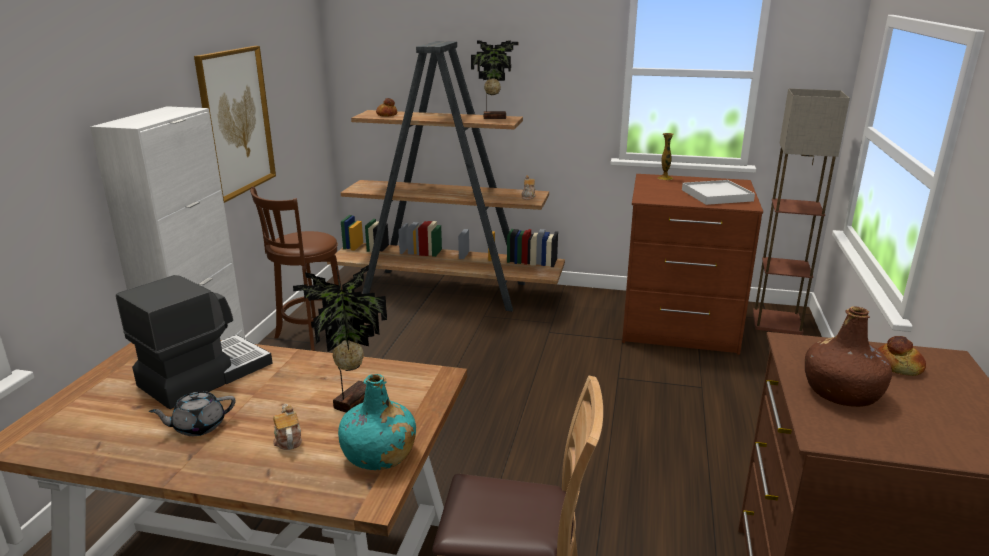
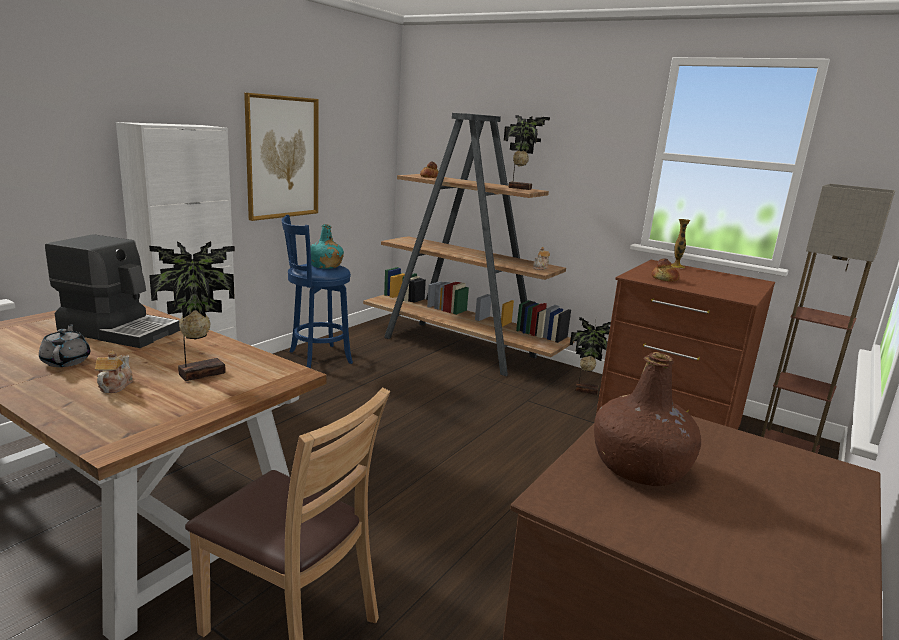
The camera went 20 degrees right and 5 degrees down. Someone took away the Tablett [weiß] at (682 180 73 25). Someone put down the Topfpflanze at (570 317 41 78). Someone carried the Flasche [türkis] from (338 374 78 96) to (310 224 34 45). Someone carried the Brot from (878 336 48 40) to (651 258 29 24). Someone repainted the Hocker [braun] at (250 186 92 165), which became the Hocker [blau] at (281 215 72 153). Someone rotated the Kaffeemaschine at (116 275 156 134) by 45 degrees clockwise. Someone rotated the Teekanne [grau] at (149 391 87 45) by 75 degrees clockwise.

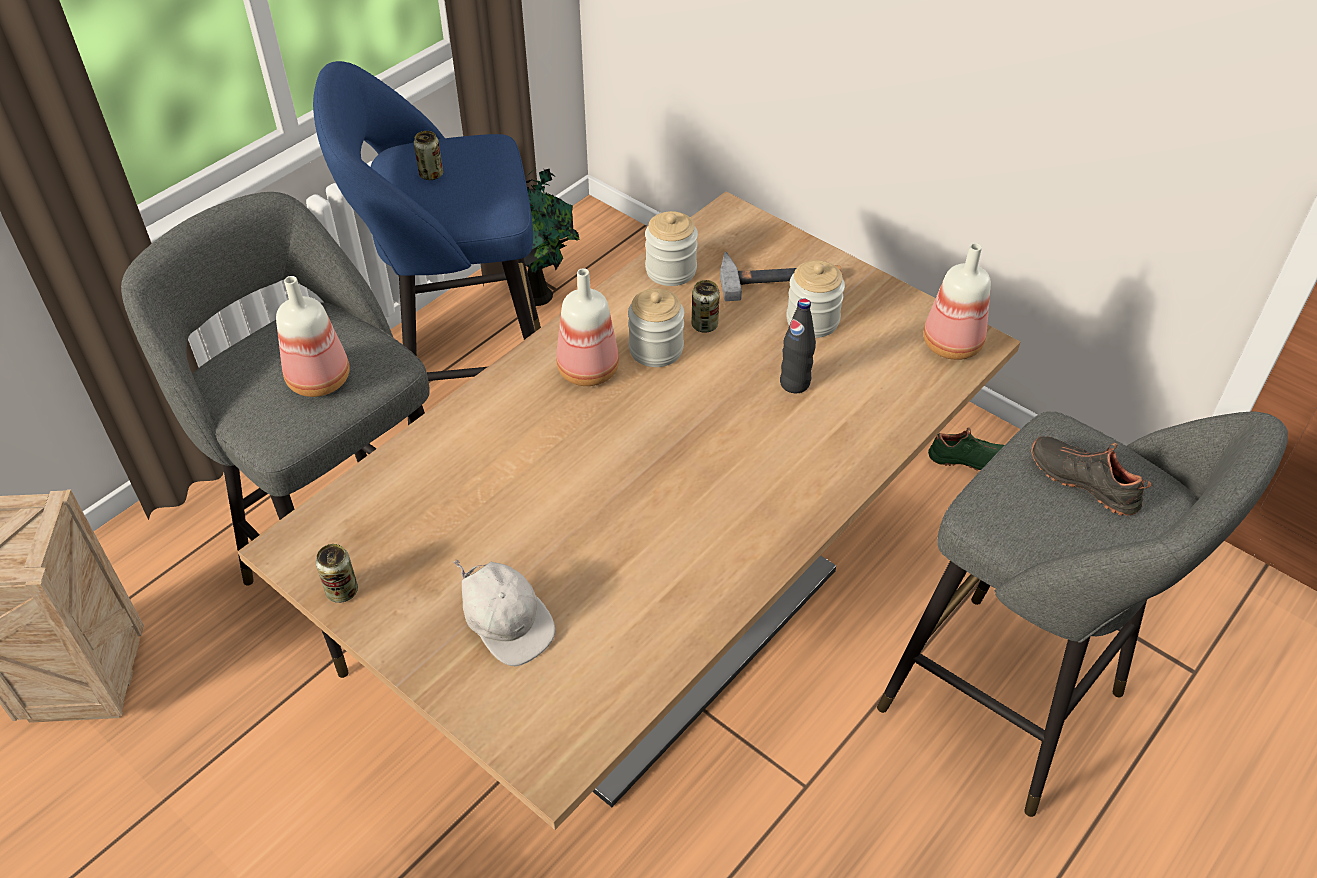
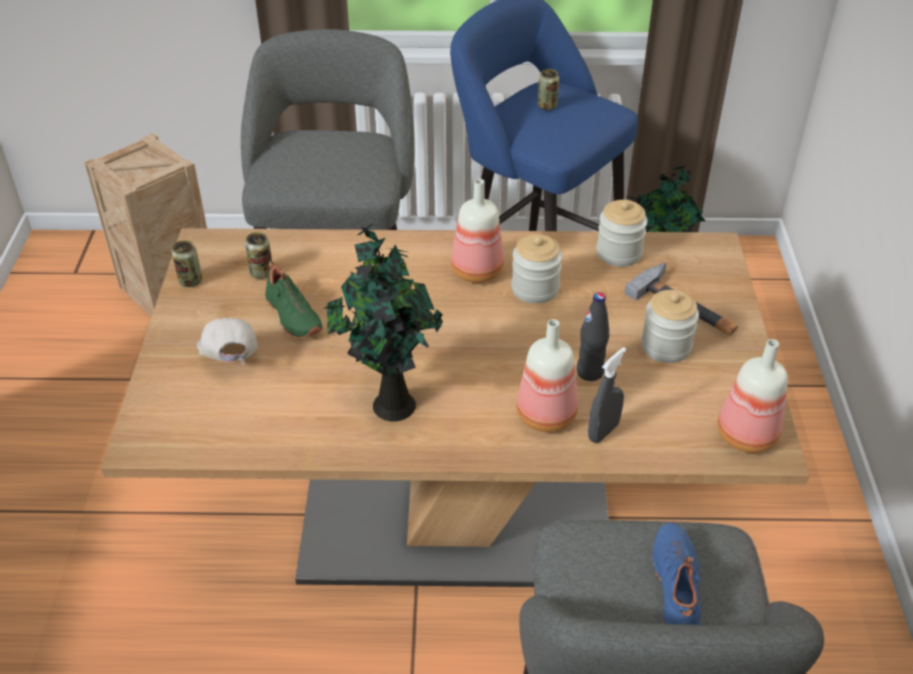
The camera went 50 degrees right and 5 degrees down. Someone put down the Topfpflanze at (325 224 118 197). Someone put down the Sprühflasche [grau] at (588 347 38 96). Someone carried the Flasche from (276 276 74 121) to (516 319 62 113). Someone carried the Dose from (691 280 29 53) to (245 232 27 47). Someone carried the Schuh [grün] from (928 428 76 42) to (265 261 57 76). Someone repainted the Schuh [schwarz] at (1031 436 120 80), which became the Schuh [blau] at (652 522 49 103). Someone rotated the Kappe [weiß] at (453 559 102 108) by 150 degrees clockwise.

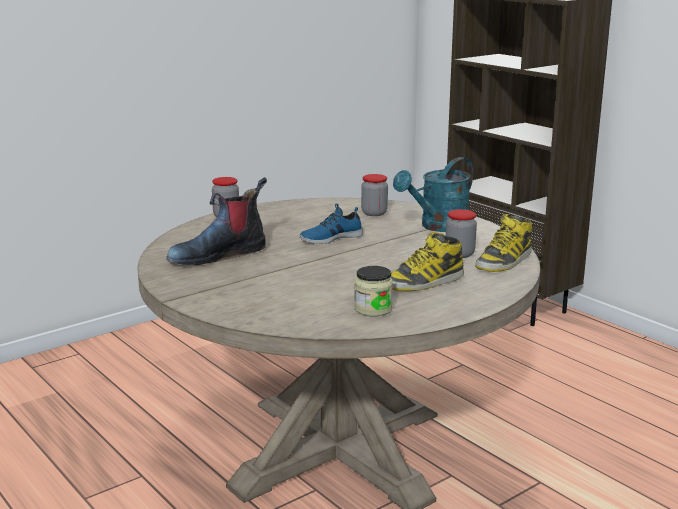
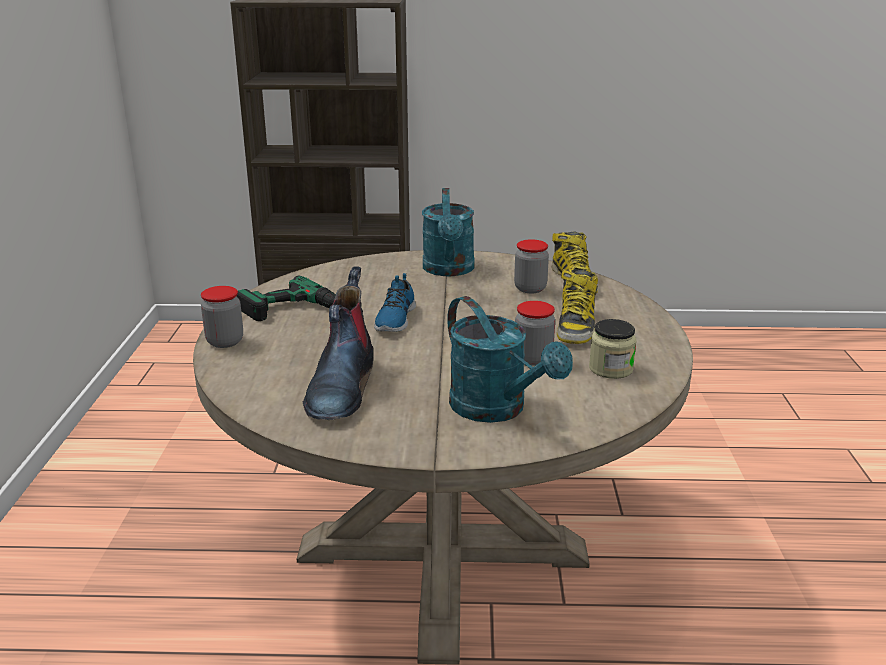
The camera went 50 degrees left and 5 degrees up. Someone put down the Bohrmaschine at (236 276 100 45). Someone put down the Gießkanne [türkis] at (447 296 126 127). Someone carried the Vorratsglas from (361 174 27 42) to (515 301 40 65).

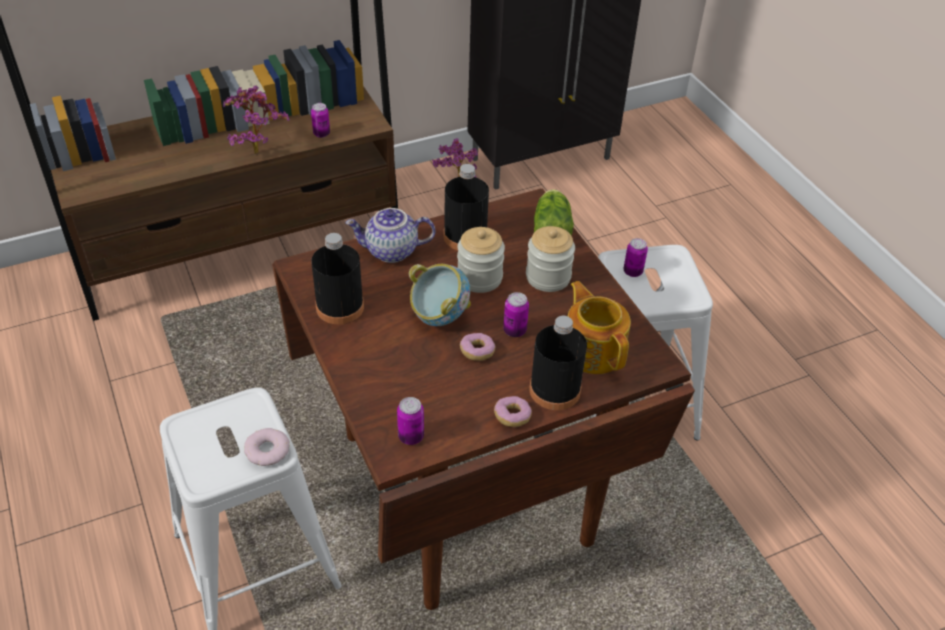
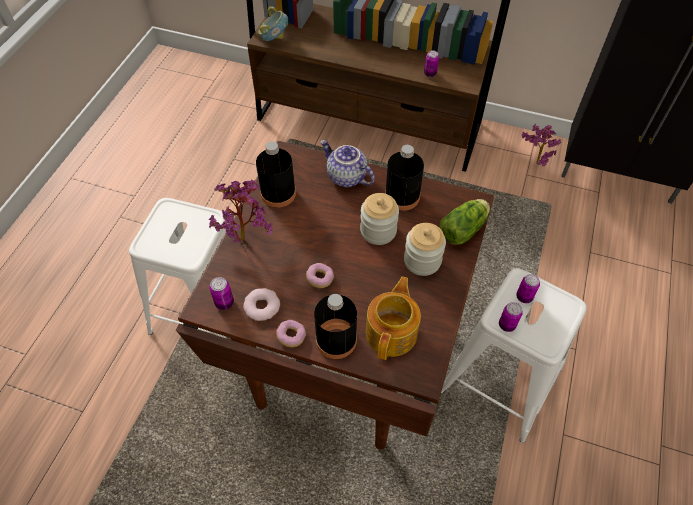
The camera went 45 degrees right and 10 degrees up. Someone carried the Topfpflanze from (223 86 66 69) to (209 179 64 64). Someone carried the Donut from (244 428 45 38) to (243 288 37 33). Someone carried the Schüssel from (409 264 62 62) to (258 6 30 35). Someone carried the Dose from (503 292 26 45) to (499 302 24 30).

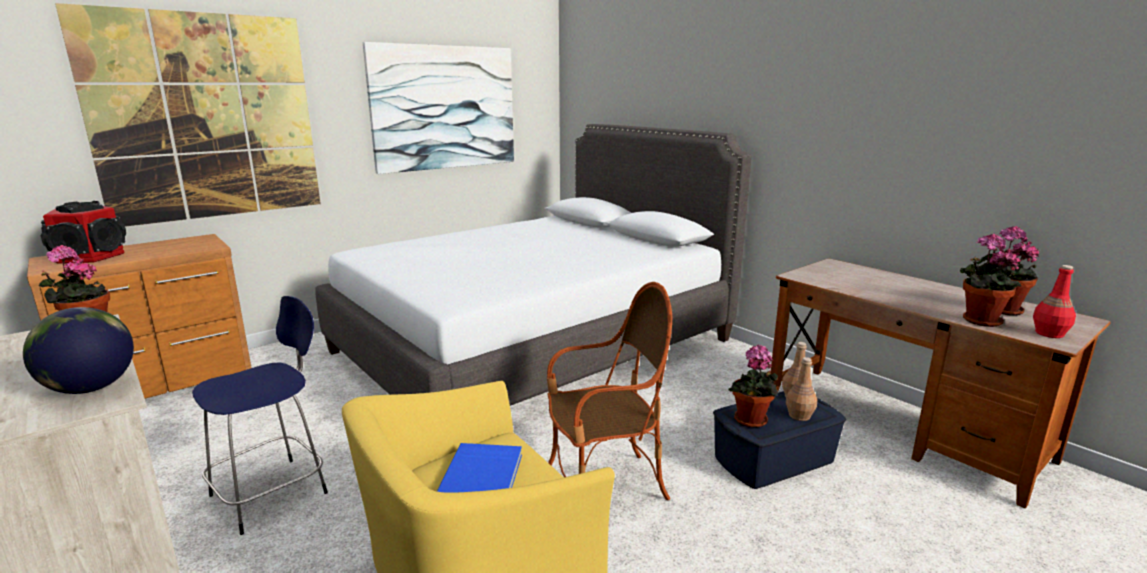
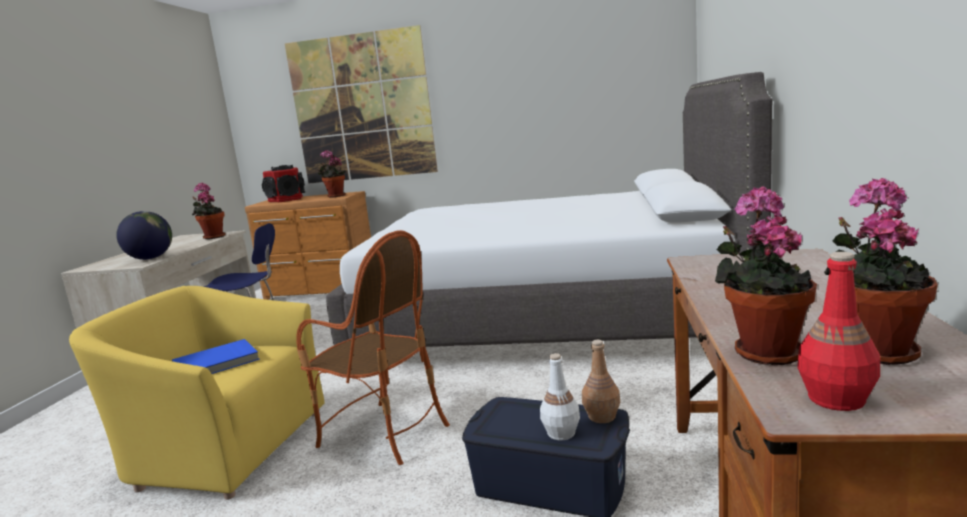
The camera went 50 degrees right and 5 degrees down. Someone took away the Bild at (363 42 151 132). Someone carried the Topfpflanze from (728 345 50 82) to (318 150 28 48). Someone repainted the Flasche [braun] at (786 357 31 64), which became the Flasche [weiß] at (540 353 40 87).

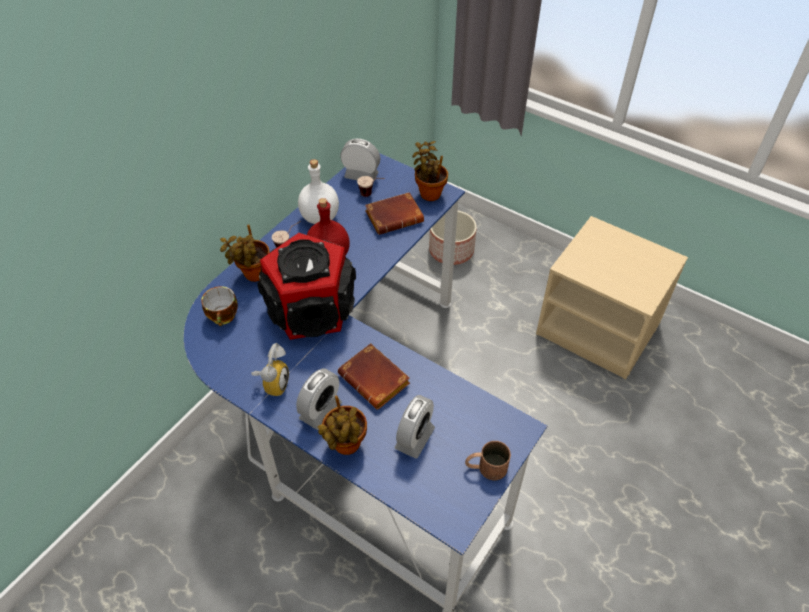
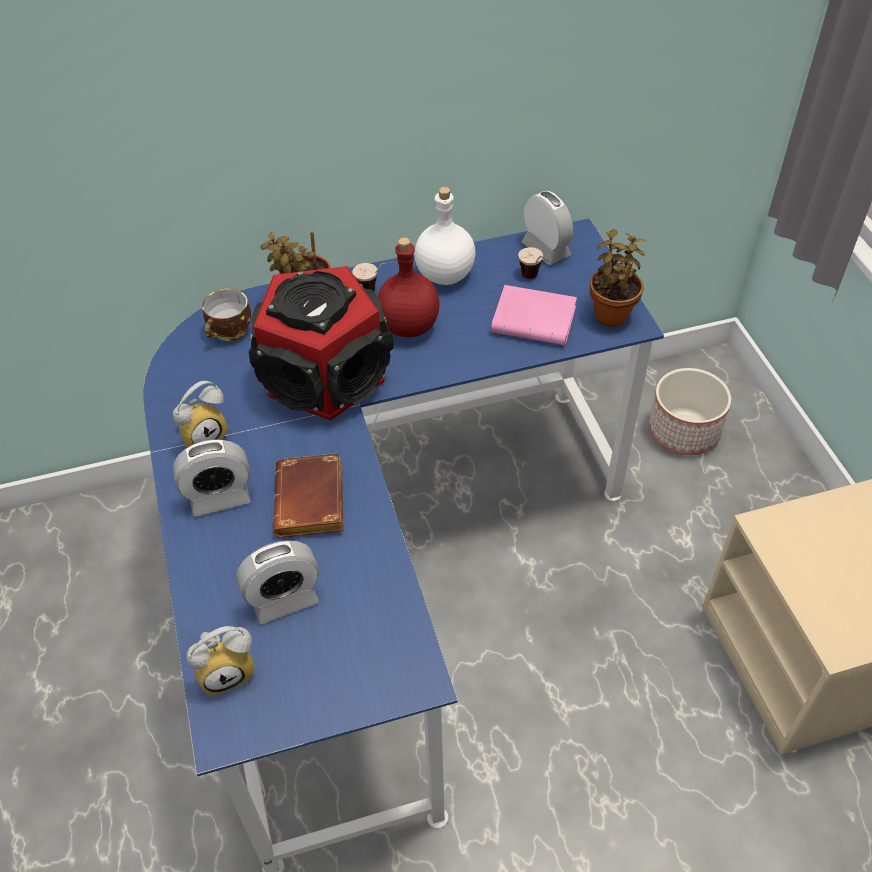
The camera went 40 degrees right and 0 degrees up. Someone took away the Topfpflanze at (318 395 49 60). Someone took away the Henkelbecher [braun] at (465 441 46 39). Someone put down the Wecker at (186 626 69 69). Someone repainted the Buch [braun] at (365 192 59 43), which became the Buch [rosa] at (491 285 86 60).

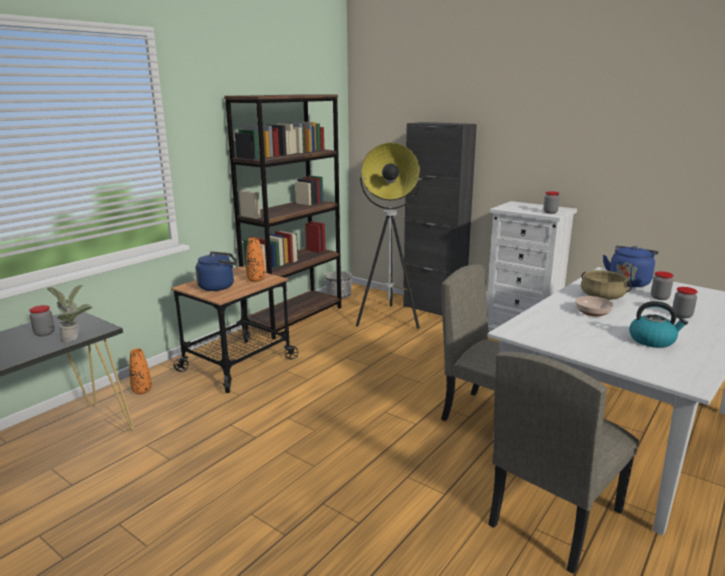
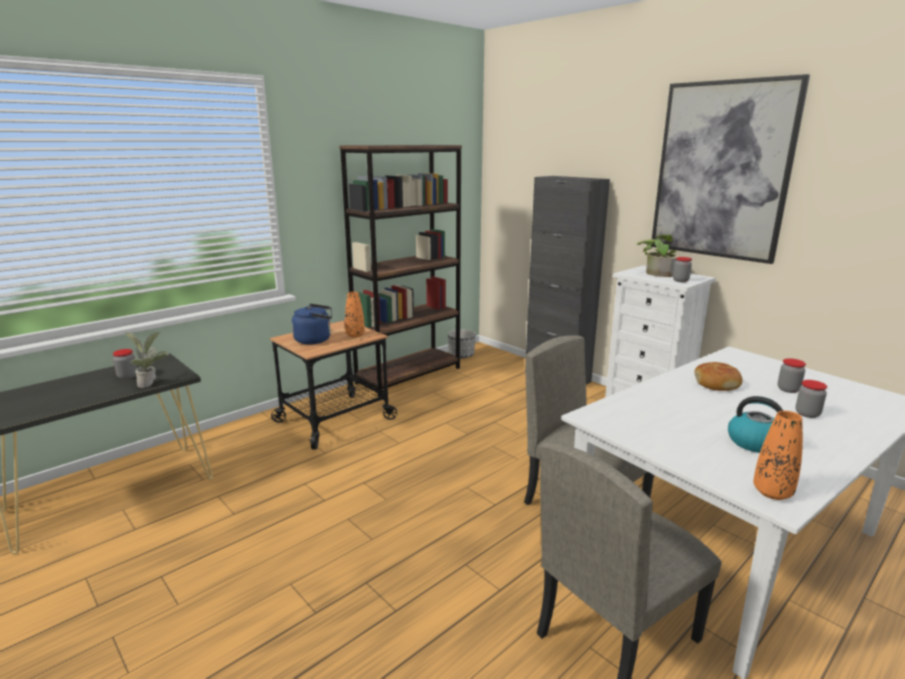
The camera went 10 degrees right and 0 degrees up. Someone took away the Stehlampe at (356 143 66 186). Someone took away the Schüssel at (575 296 39 21). Someone took away the Wasserkessel [blau] at (603 246 56 41). Someone put down the Topfpflanze at (637 235 43 42). Someone put up the Bild at (651 74 159 190). Someone carried the Vase [orange] from (129 348 23 46) to (753 411 50 89). Someone swapped the Kochtopf [beige] at (581 270 51 30) for the Brot at (695 362 48 29).

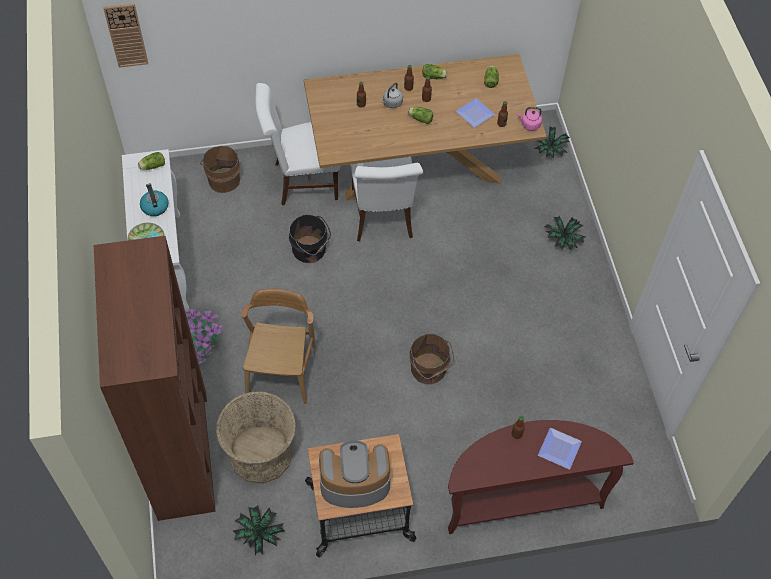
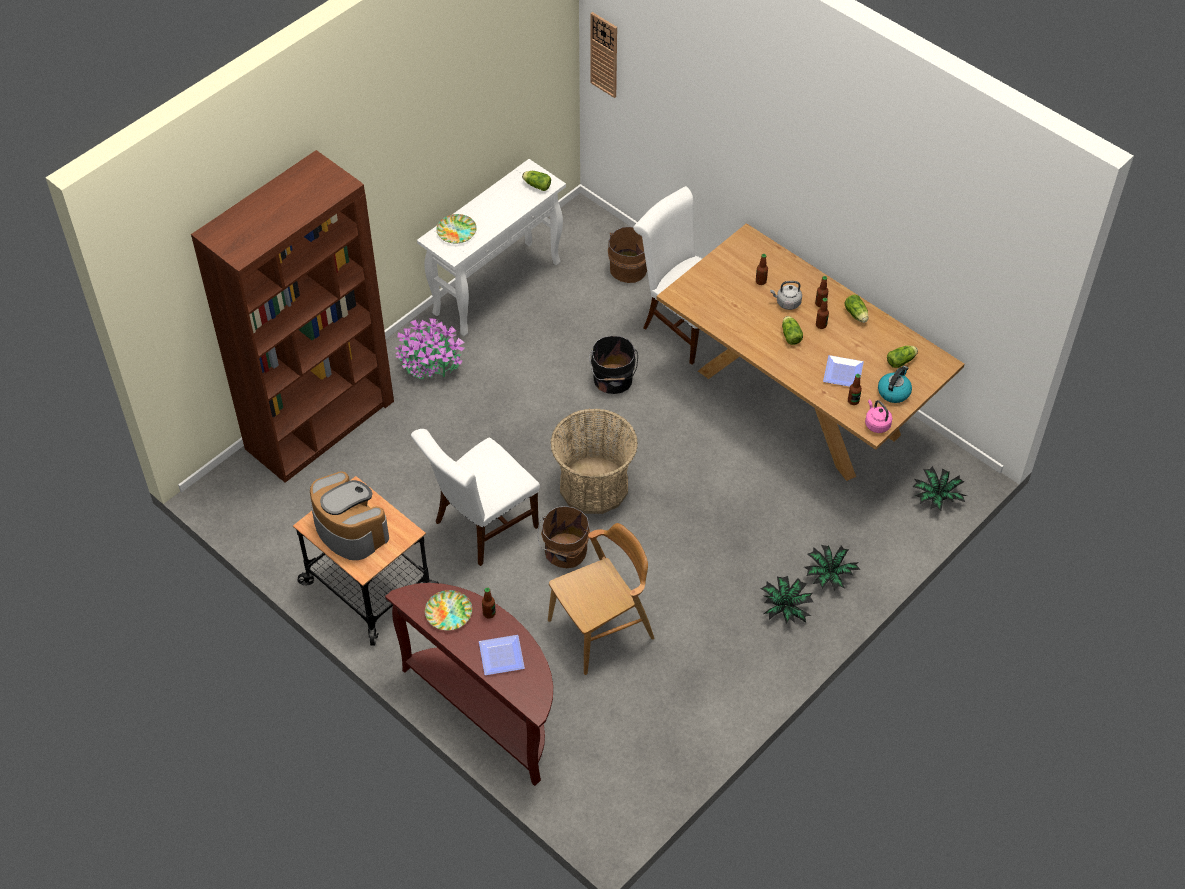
The camera went 55 degrees right and 5 degrees down. Someone put down the Teller at (425 590 47 40). Someone carried the Wasserkessel from (140 184 29 32) to (878 366 34 37). Someone carried the Korb from (216 391 80 93) to (550 408 88 106). Someone carried the Topfpflanze from (233 505 52 50) to (761 576 52 48). Someone carried the Stuhl [braun] from (241 288 74 116) to (548 523 106 152). Someone carried the Stuhl [weiß] from (350 157 73 84) to (411 429 129 137).

